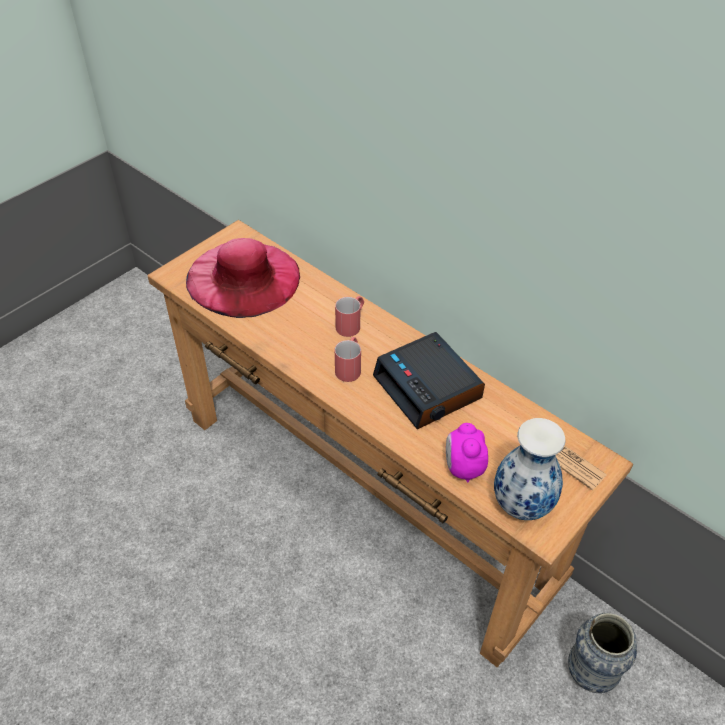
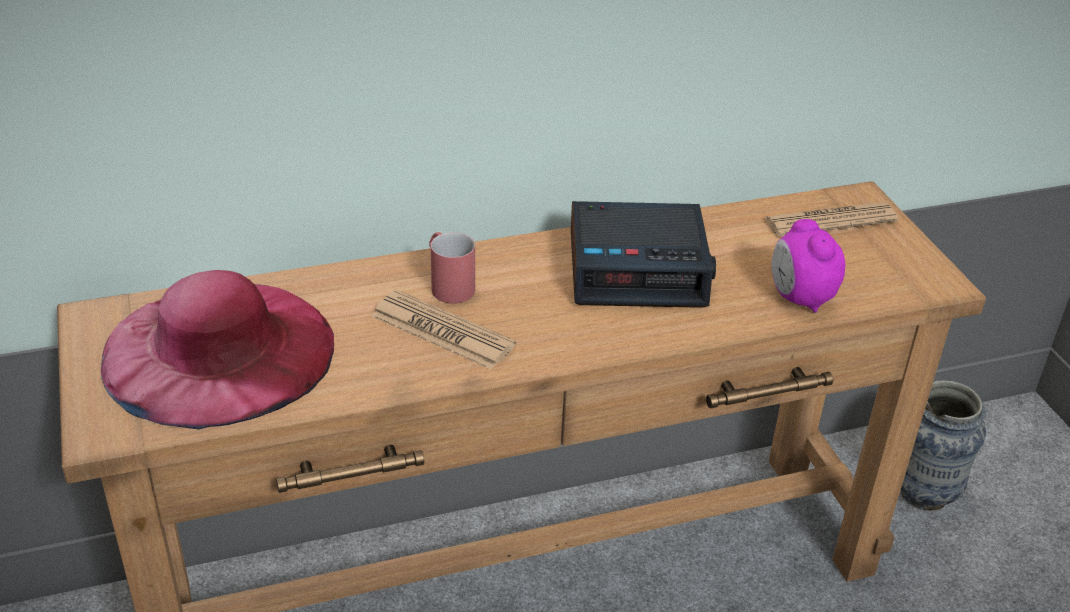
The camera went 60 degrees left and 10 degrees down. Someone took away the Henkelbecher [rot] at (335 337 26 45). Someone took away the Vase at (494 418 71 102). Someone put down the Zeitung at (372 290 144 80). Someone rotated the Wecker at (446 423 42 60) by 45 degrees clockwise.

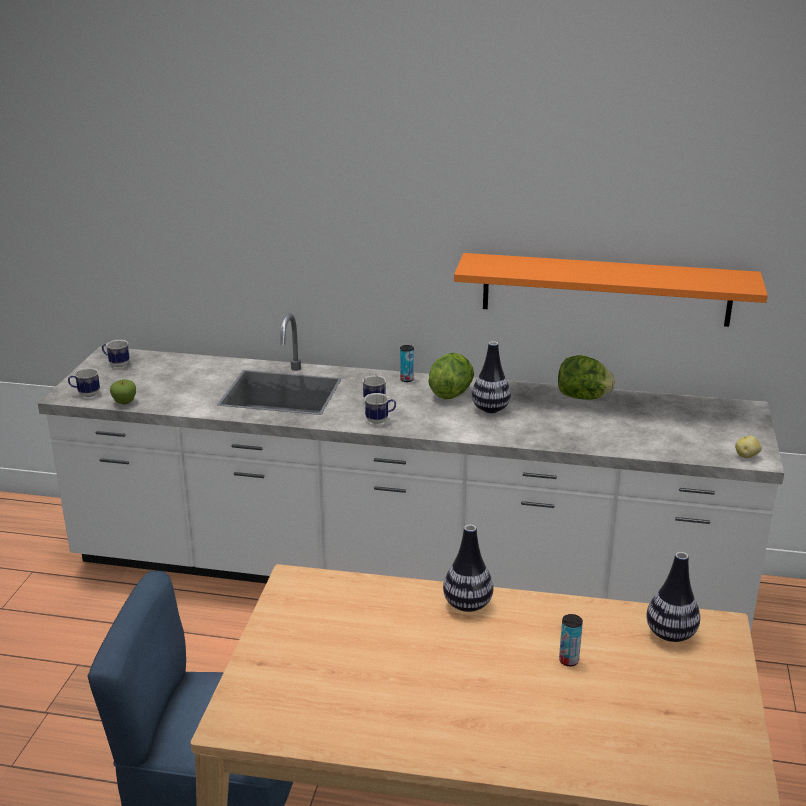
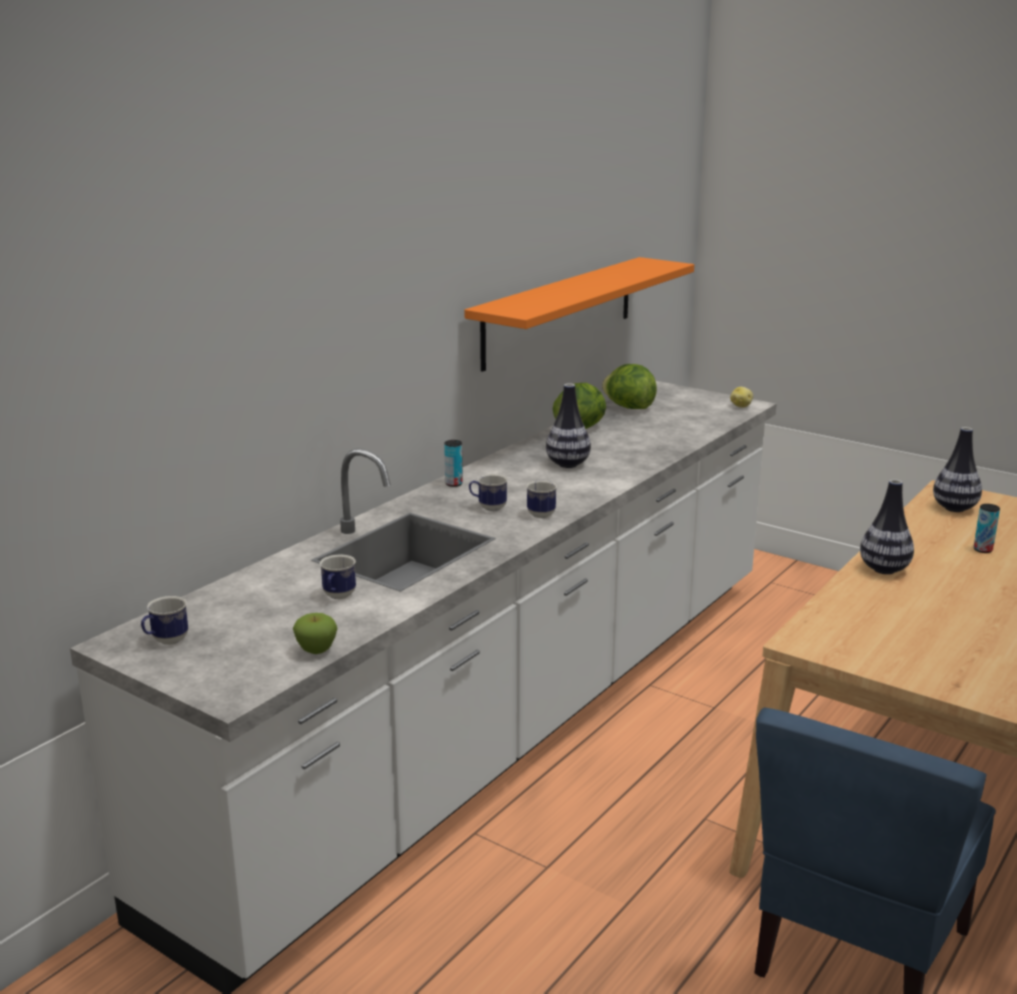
The camera went 65 degrees left and 5 degrees down. Someone carried the Henkelbecher from (68 368 32 29) to (320 554 36 45). Someone carried the Salatkopf from (428 353 46 46) to (602 364 55 45).

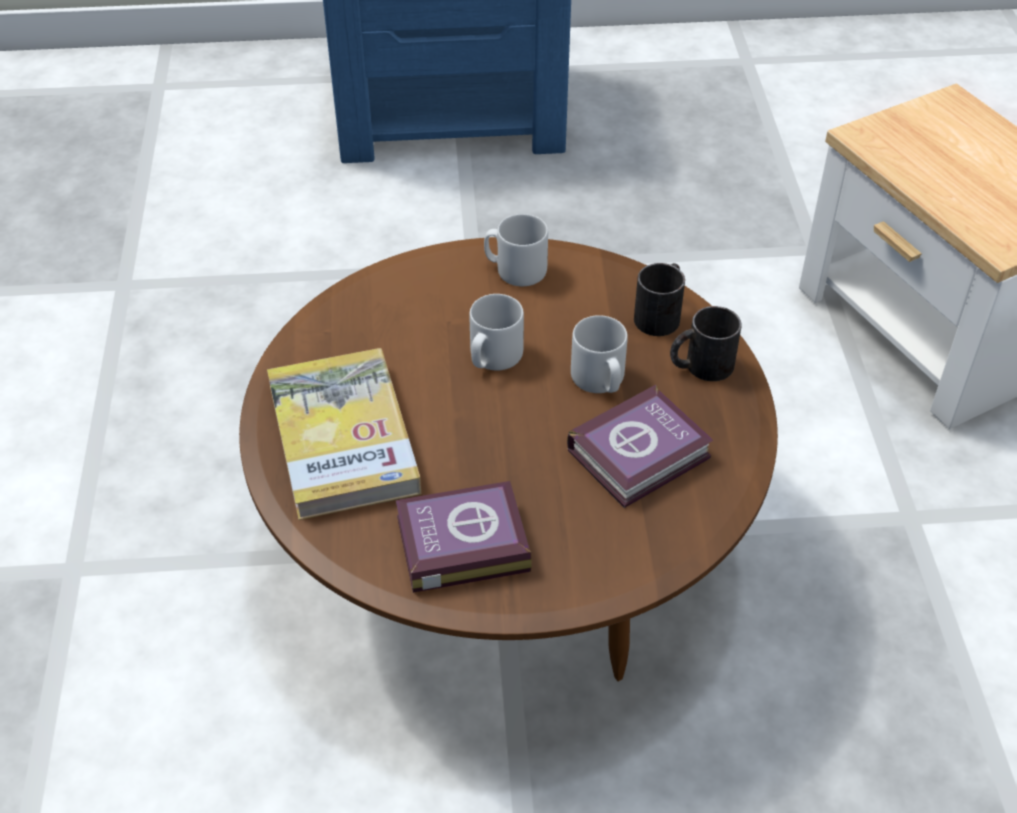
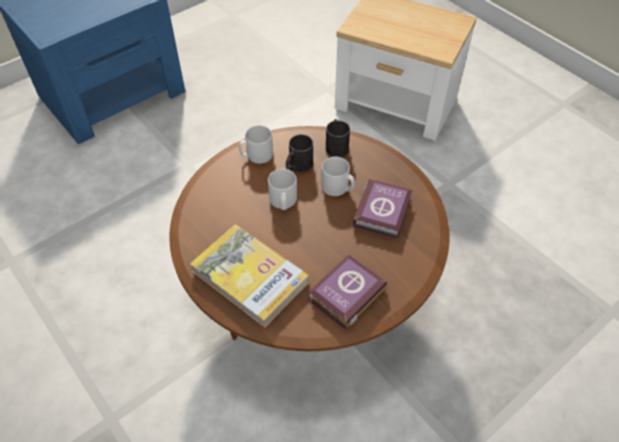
The camera went 35 degrees left and 5 degrees up. Someone carried the Henkelbecher [schwarz] from (670 306 72 75) to (286 134 27 38).

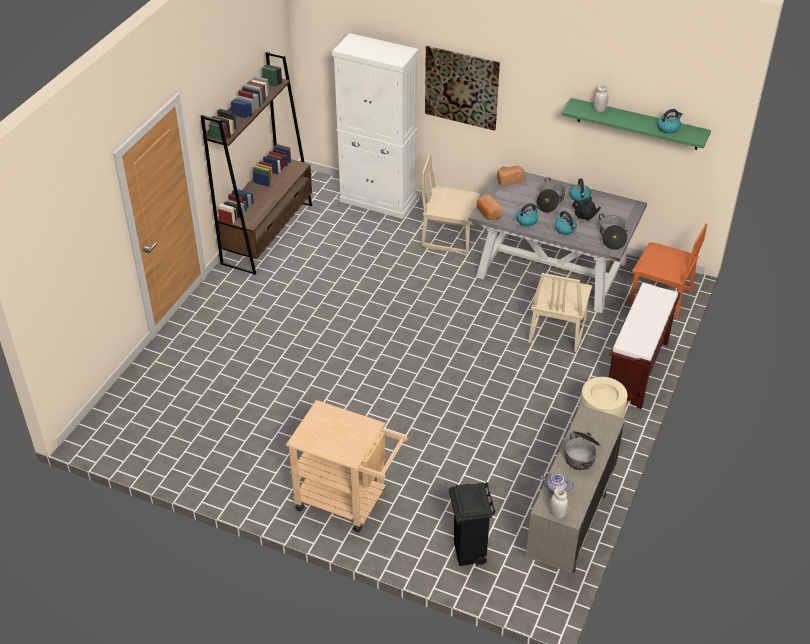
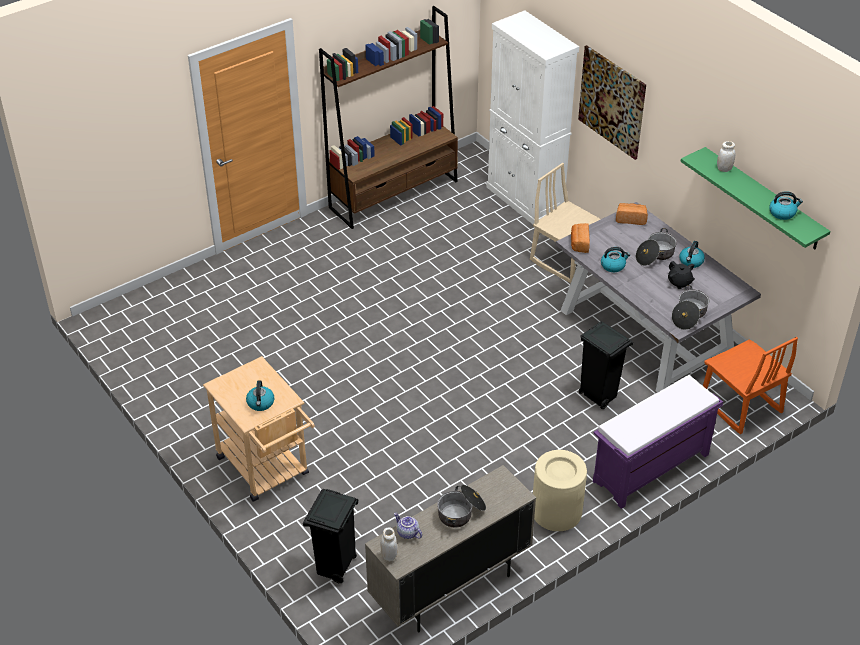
The camera went 30 degrees right and 0 degrees up. Someone carried the Wasserkessel from (554 211 23 24) to (246 380 28 31). Someone swapped the Stuhl [beige] at (528 273 64 80) for the Mülleimer [schwarz] at (579 321 54 88). Someone repainted the Bank [braun] at (609 283 72 126), which became the Bank [lila] at (593 375 130 134).

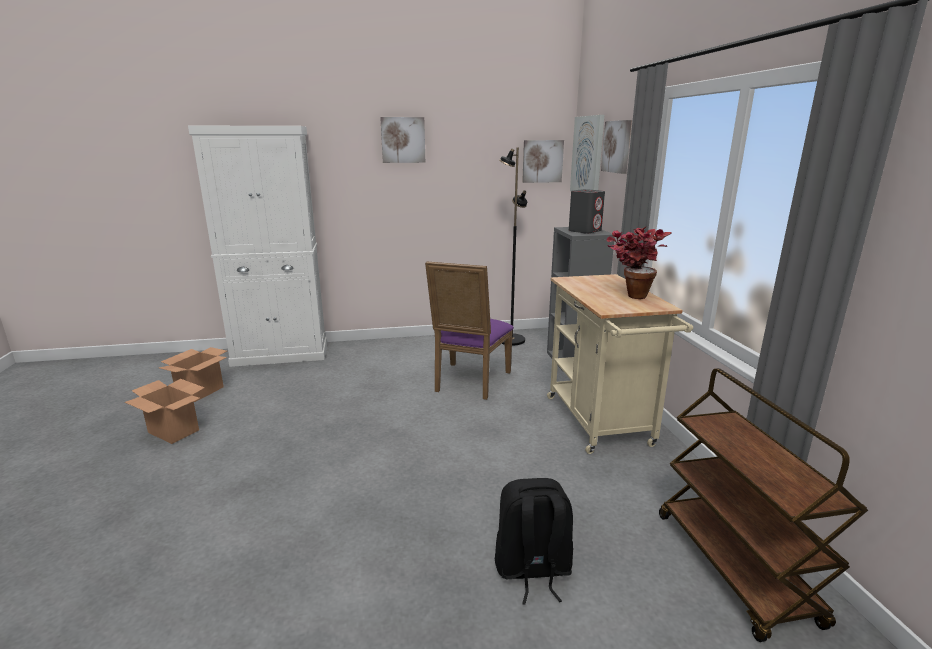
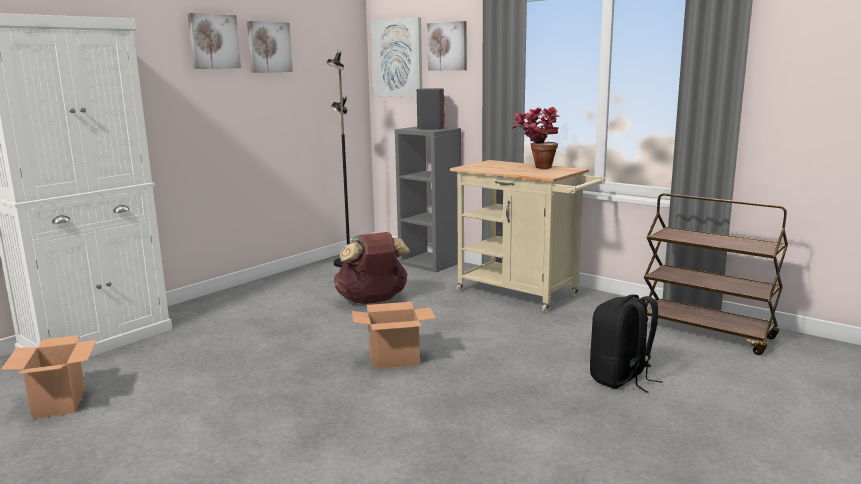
The camera went 40 degrees left and 5 degrees down. Someone carried the Karton from (125 379 79 65) to (352 302 84 67). Someone carried the Bild from (522 140 42 43) to (247 21 46 52). Someone swapped the Stuhl [lila] at (425 261 89 139) for the Rucksack [braun] at (334 232 76 72).

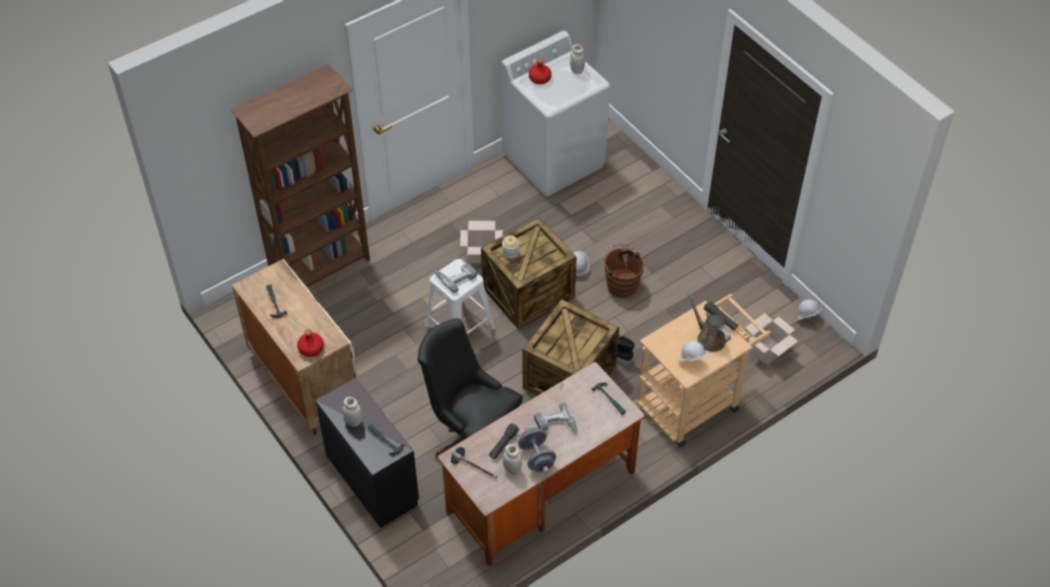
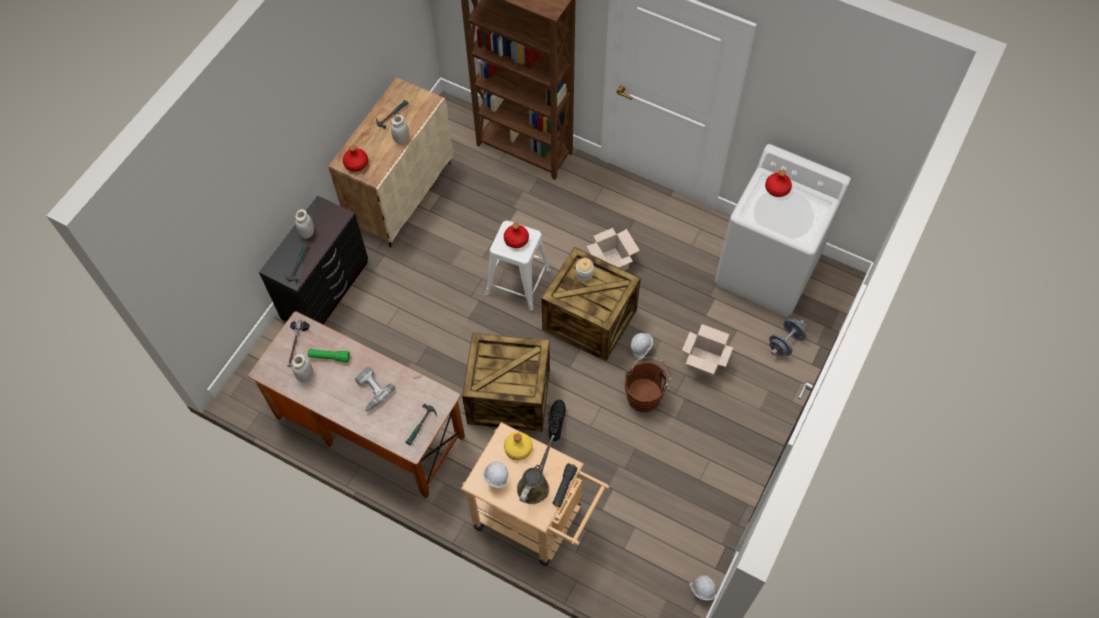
The camera went 65 degrees right and 10 degrees up. Someone took away the Bürostuhl [schwarz] at (417 318 106 140). Someone put down the Flasche [gelb] at (504 432 29 28). Someone carried the Hantel [grau] from (518 427 38 46) to (769 319 38 37). Someone carried the Vorratsglas [weiß] from (570 44 15 30) to (391 115 18 30). Someone carried the Karton from (745 313 53 53) to (682 324 51 53). Someone swapped the Bohrmaschine at (435 263 42 30) for the Flasche [rot] at (504 223 25 25). Someone repainted the Taschenlampe [schwarz] at (489 423 30 36), which became the Taschenlampe [grün] at (308 349 42 14).

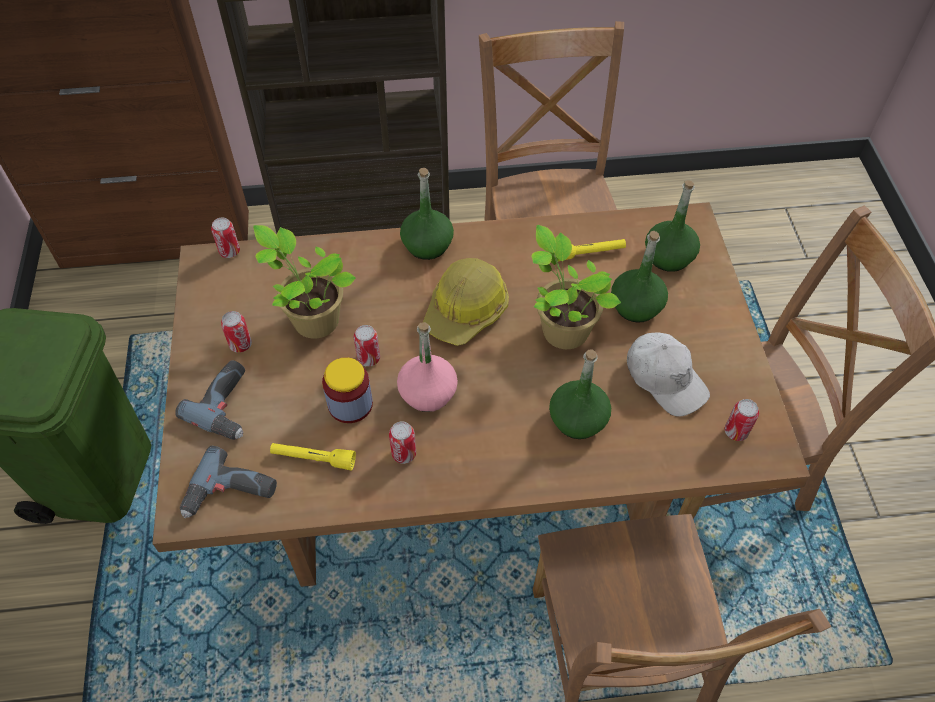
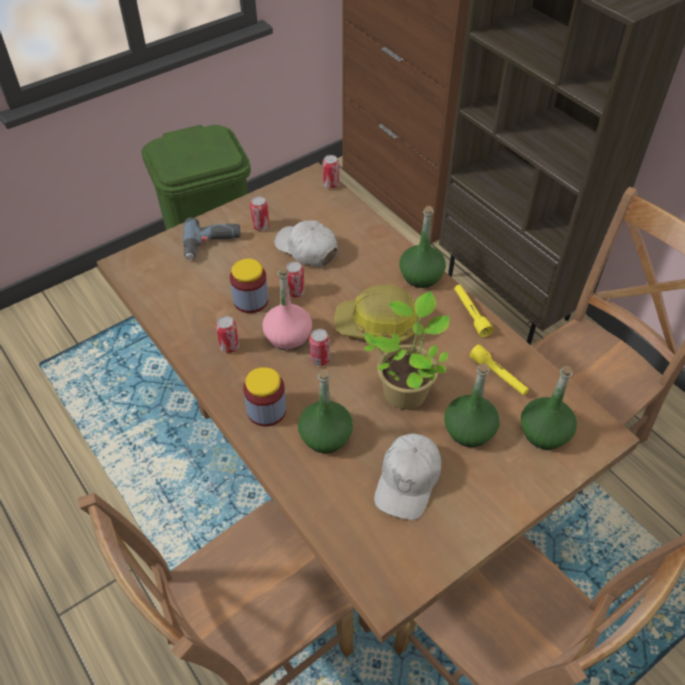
The camera went 60 degrees right and 5 degrees down. Someone took away the Bohrmaschine at (180 446 97 72). Someone put down the Vorratsglas at (243 367 43 60). Someone carried the Taschenlampe [gelb] from (270 443 86 27) to (454 285 40 52). Someone carried the Dose from (725 399 34 42) to (309 329 21 37). Someone swapped the Topfpflanze at (253 225 103 114) for the Kappe [weiß] at (274 220 64 47).

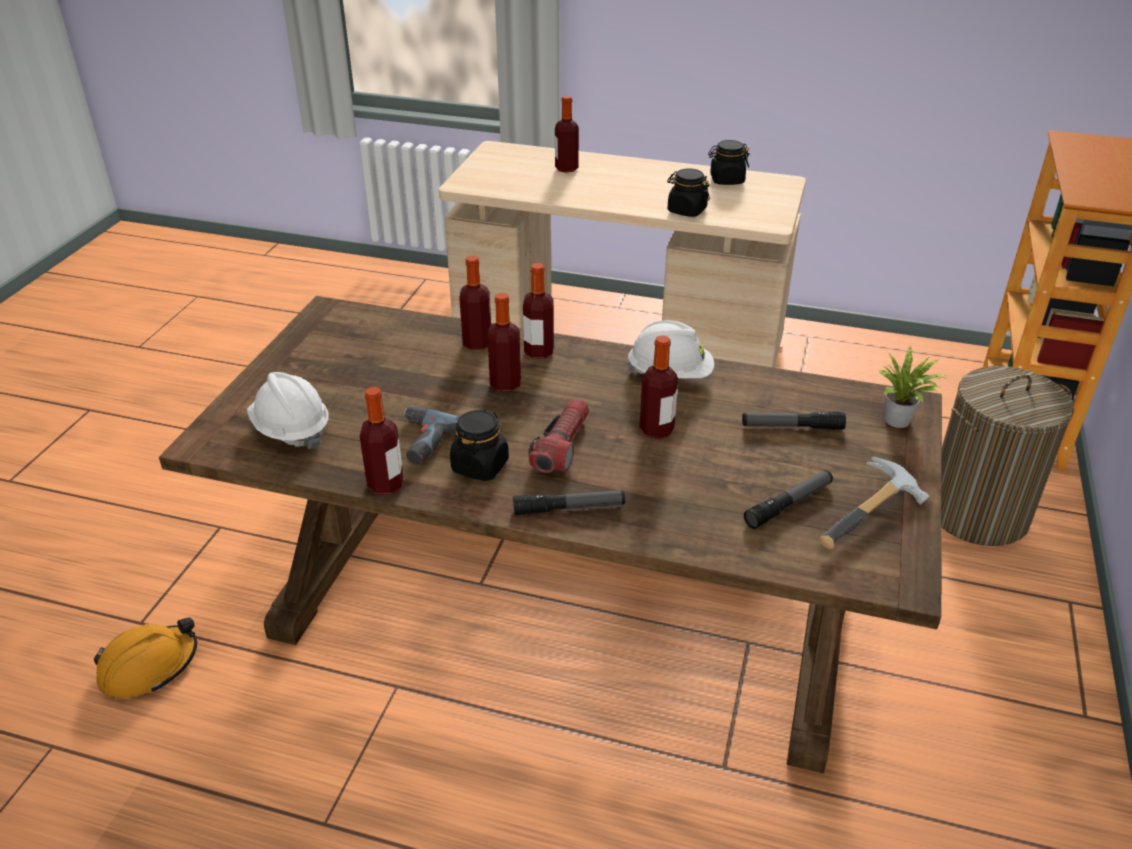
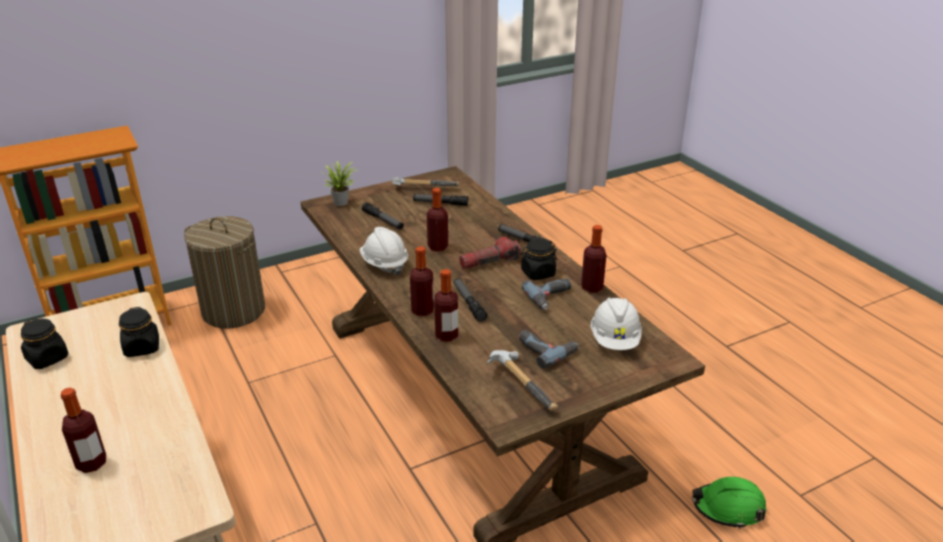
The camera went 135 degrees left and 5 degrees down. Someone put down the Hammer at (486 350 72 61). Someone put down the Bohrmaschine at (519 330 59 39). Someone swapped the Flasche at (487 293 34 98) for the Taschenlampe at (454 278 33 44). Someone repainted the Schutzhelm [orange] at (94 618 103 81), which became the Schutzhelm [grün] at (692 477 74 52).

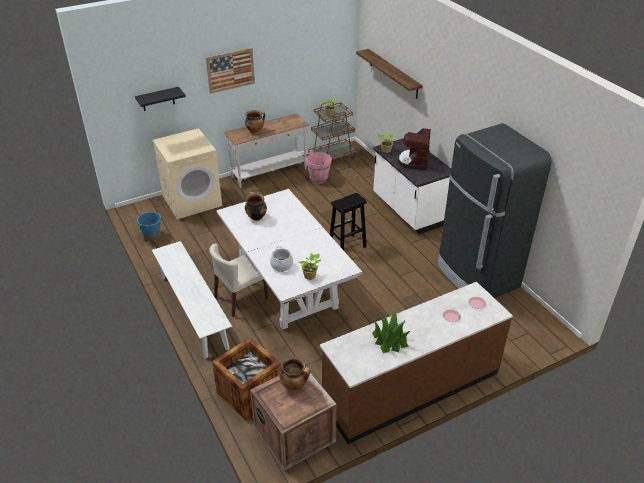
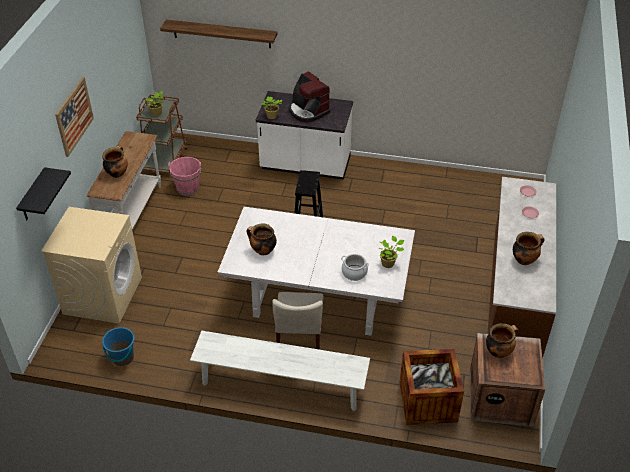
The camera went 50 degrees left and 5 degrees up. Someone took away the Kühlschrank [schwarz] at (438 123 114 175). Someone swapped the Topfpflanze at (372 310 38 43) for the Kochtopf at (513 232 31 33).

